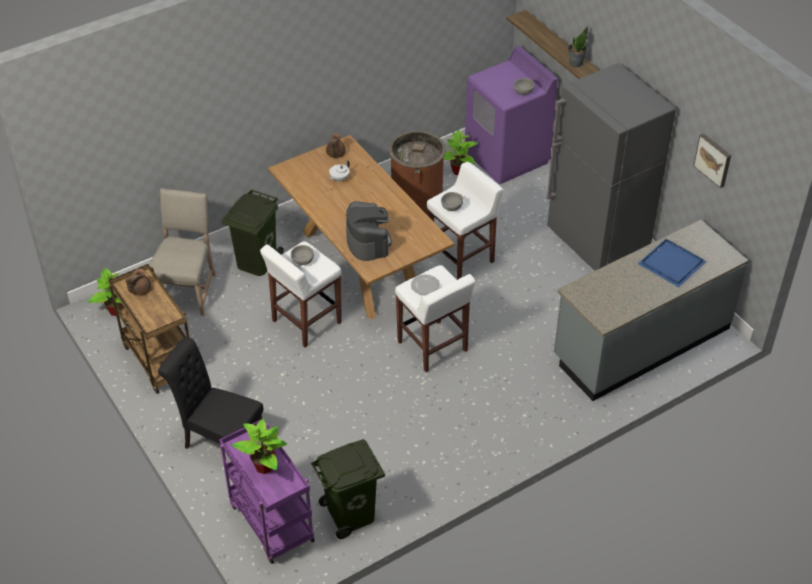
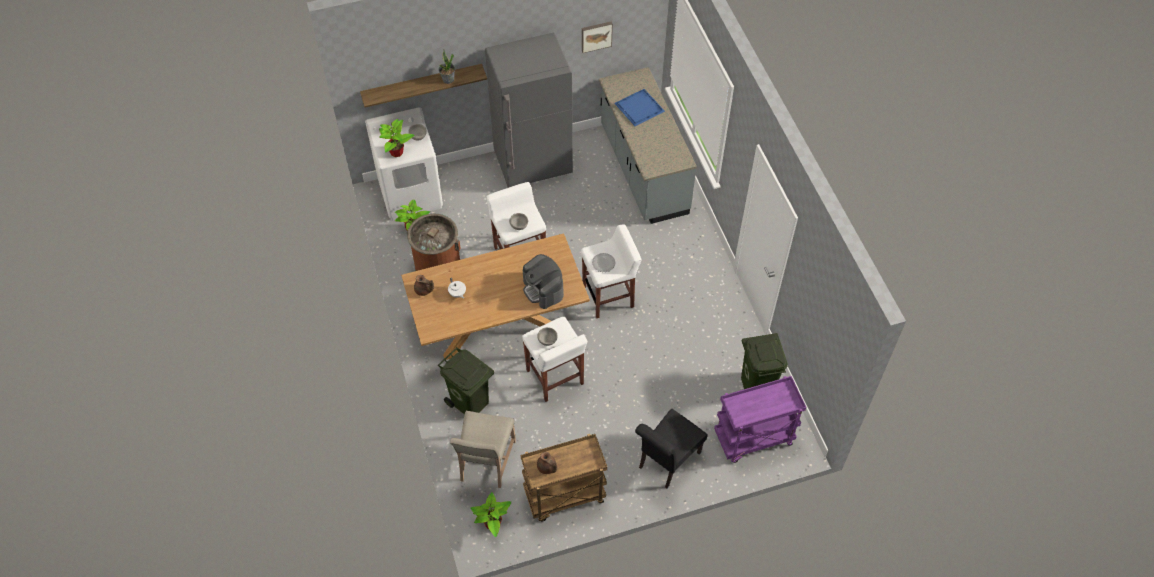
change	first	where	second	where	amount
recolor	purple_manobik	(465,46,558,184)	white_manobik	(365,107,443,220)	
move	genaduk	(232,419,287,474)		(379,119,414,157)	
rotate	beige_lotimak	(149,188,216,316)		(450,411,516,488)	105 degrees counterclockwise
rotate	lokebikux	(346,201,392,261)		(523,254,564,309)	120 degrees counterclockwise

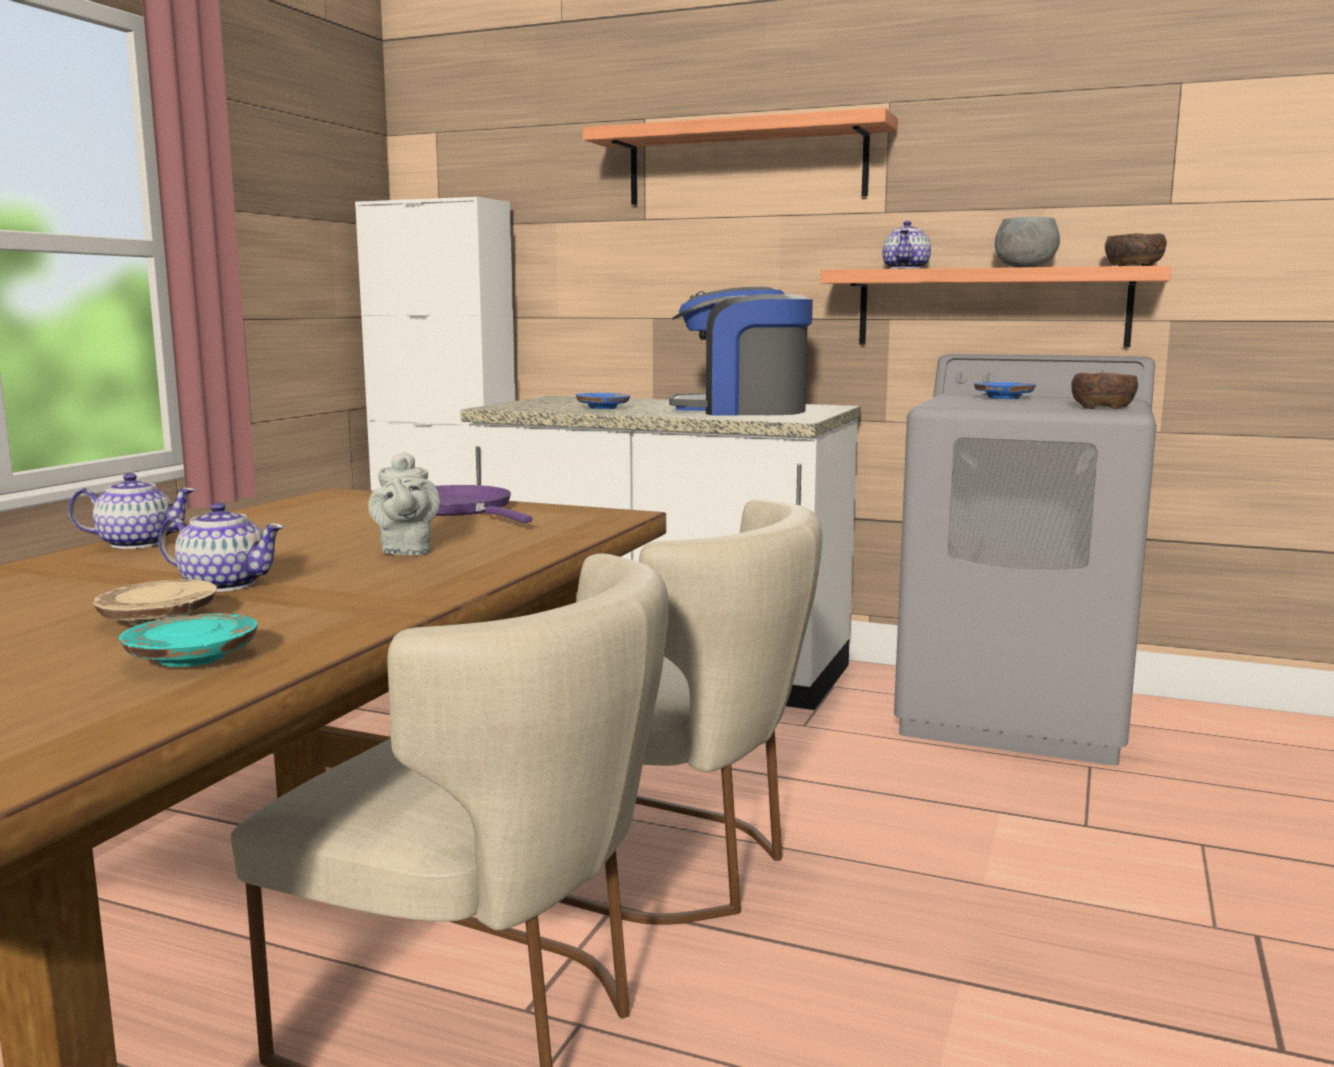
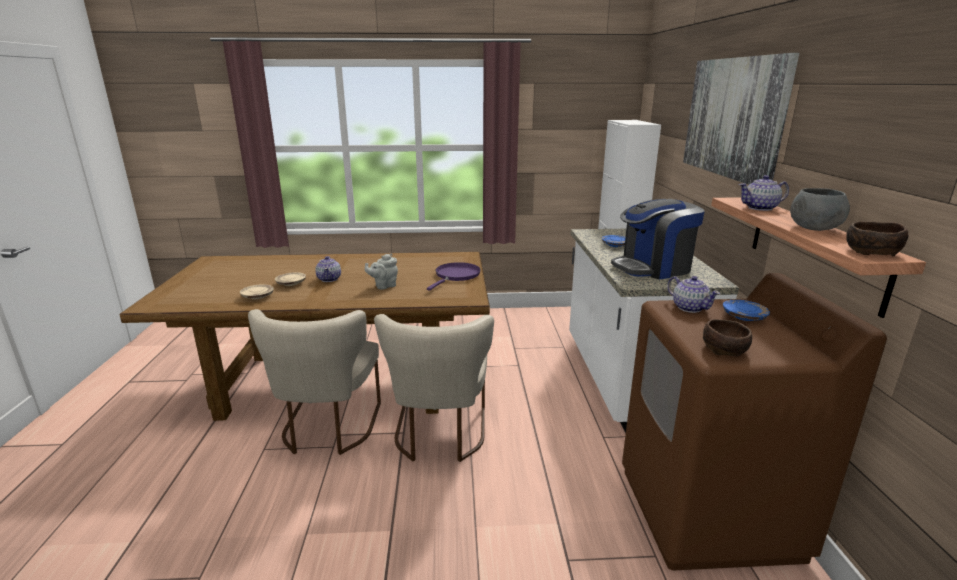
change	first	where	second	where	amount
recolor	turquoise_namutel	(119,613,258,667)	beige_namutel	(240,284,274,299)	
rotate	lokebikux	(669,287,813,416)		(611,199,705,280)	90 degrees counterclockwise
recolor	grey_manobik	(894,353,1156,765)	brown_manobik	(622,273,887,570)	
move	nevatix	(68,473,195,549)		(667,276,720,313)	
replace	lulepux	(583,108,898,205)	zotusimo	(683,53,799,185)	

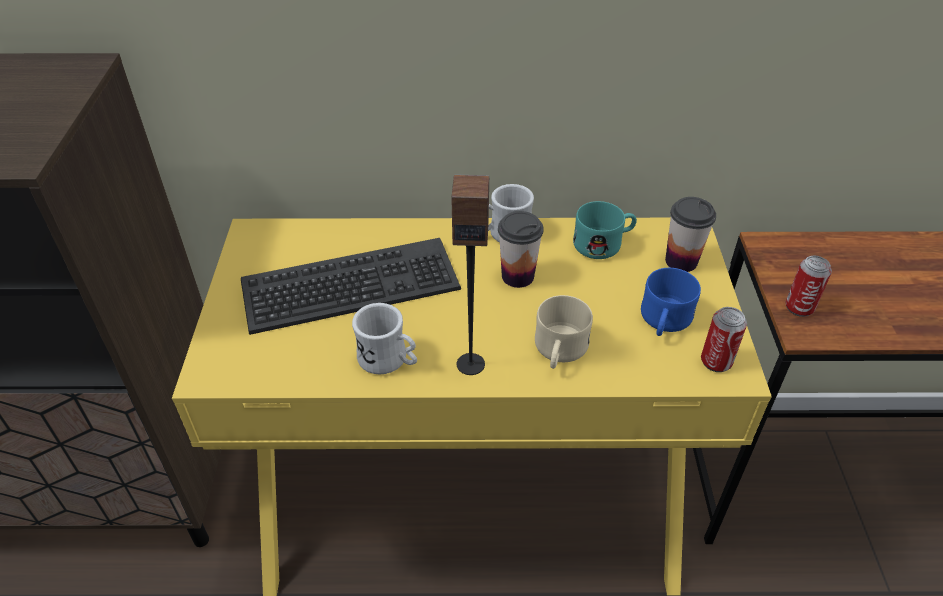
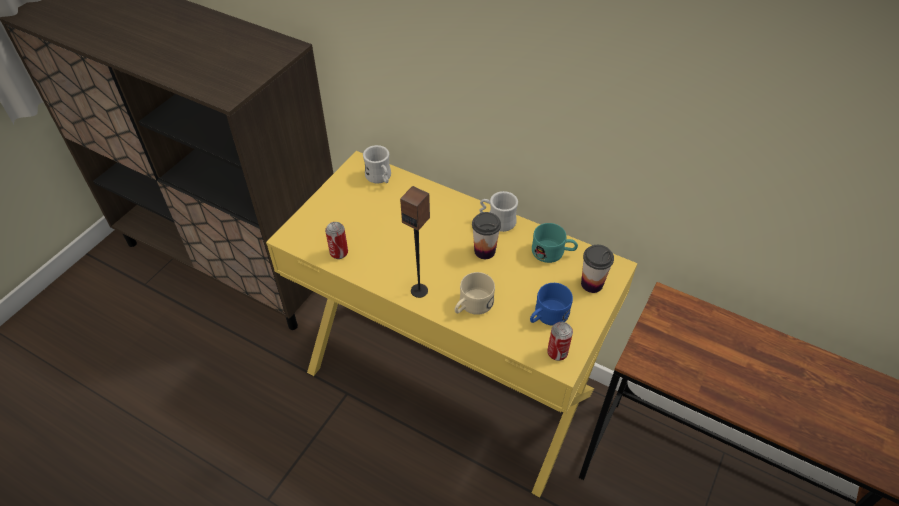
change	first	where	second	where	amount
move	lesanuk	(785,255,832,317)		(325,222,348,259)	
move	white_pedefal	(352,303,417,374)		(363,145,391,184)	
delete	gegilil	(241,238,461,335)			

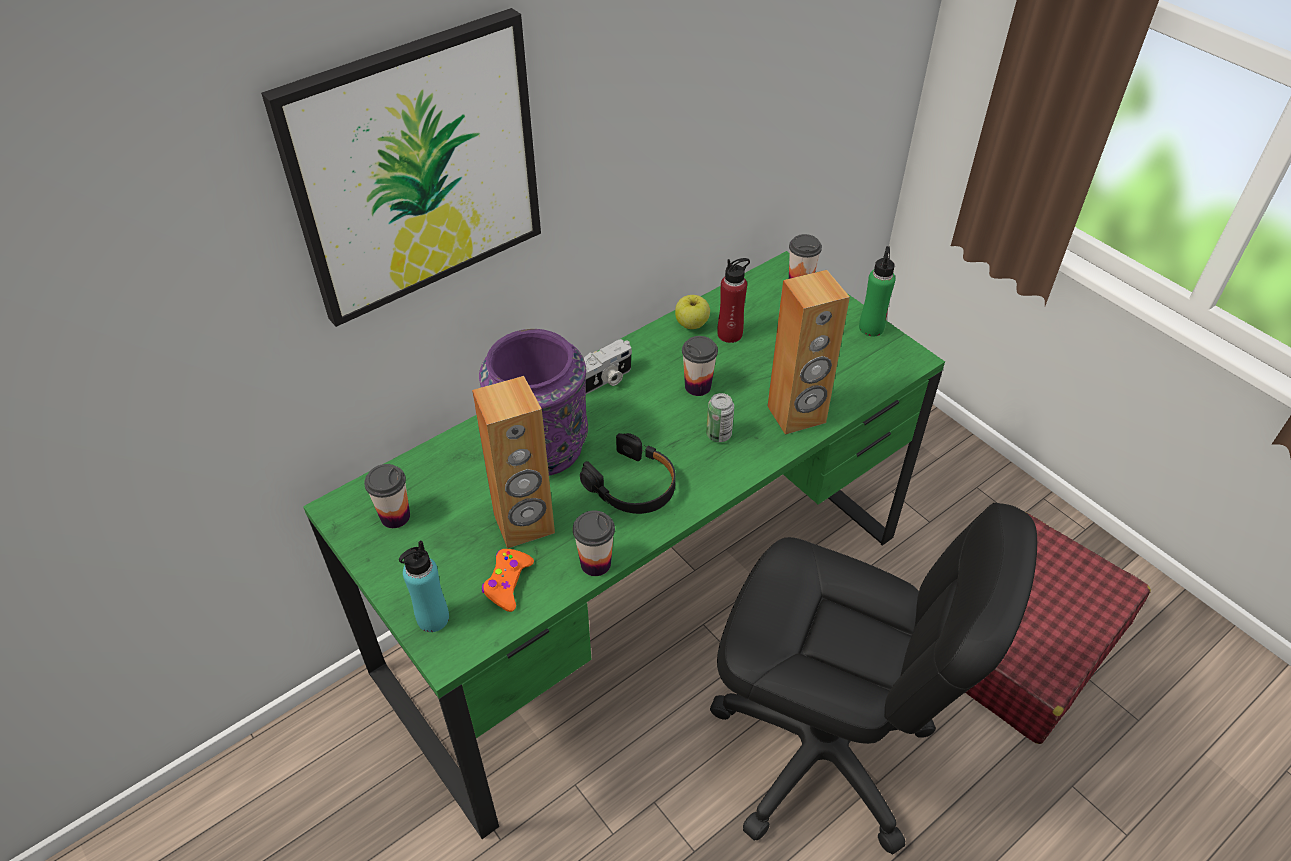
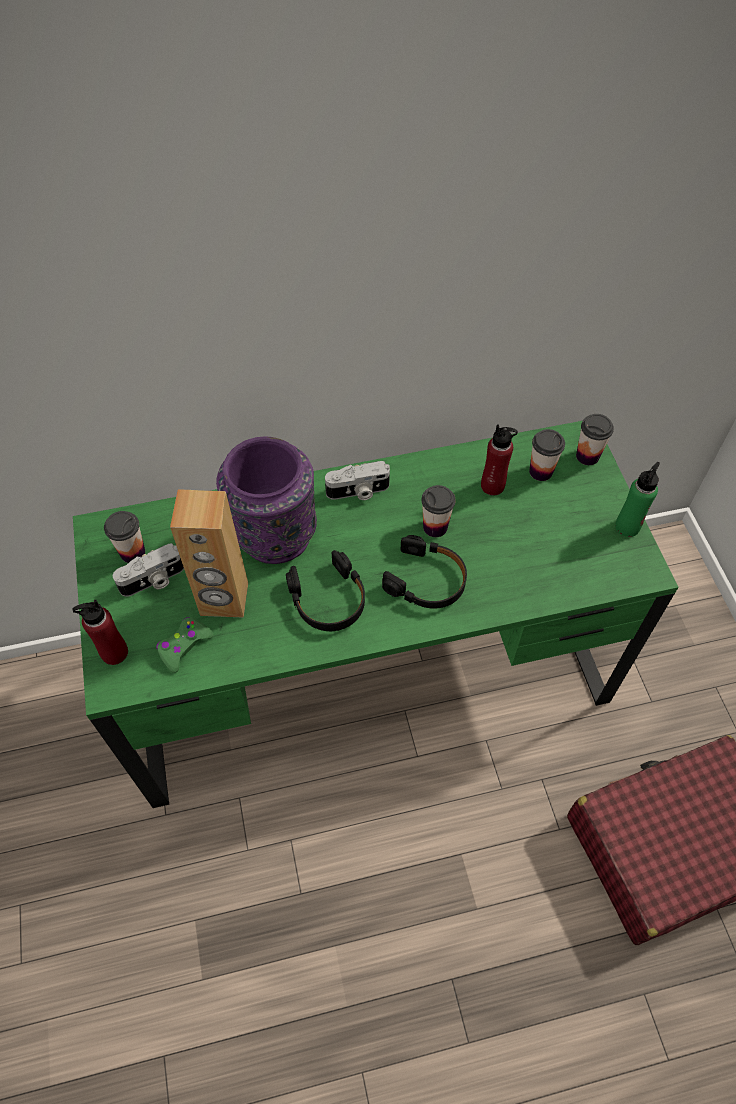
change	first	where	second	where	amount
recolor	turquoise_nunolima	(399,540,449,632)	red_nunolima	(72,600,128,665)	
insert			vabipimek	(113,543,184,597)	
recolor	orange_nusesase	(482,549,534,612)	green_nusesase	(156,617,213,673)	
replace	lesanuk	(706,393,734,442)	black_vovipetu	(382,535,467,609)	
move	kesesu	(573,510,615,576)		(529,429,565,481)	
delete	zotusimo	(261,8,541,327)			
delete	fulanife	(675,295,710,329)			
delete	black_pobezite	(710,503,1037,854)			
delete	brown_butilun	(767,270,850,435)			

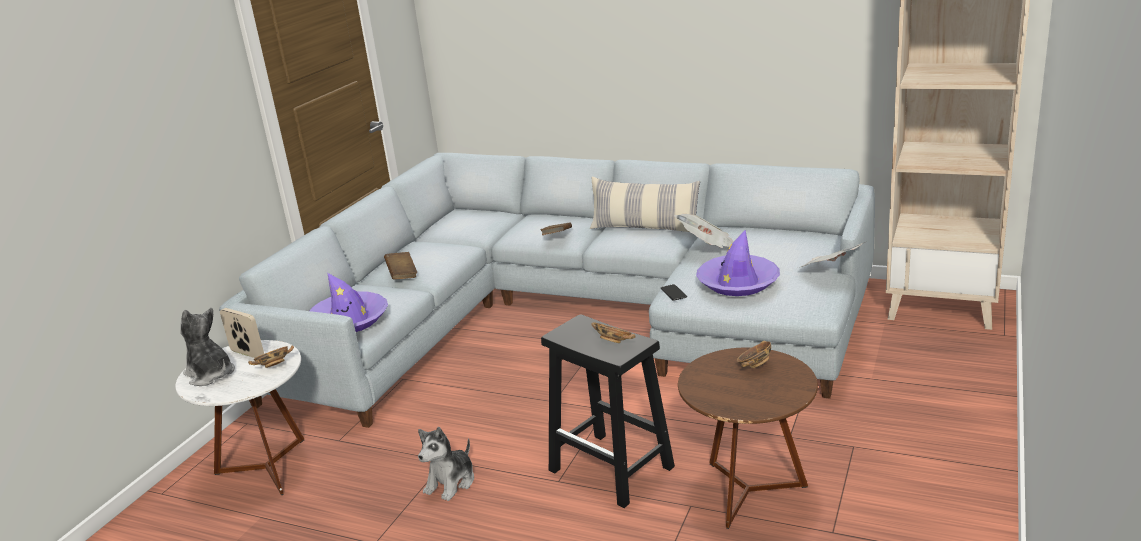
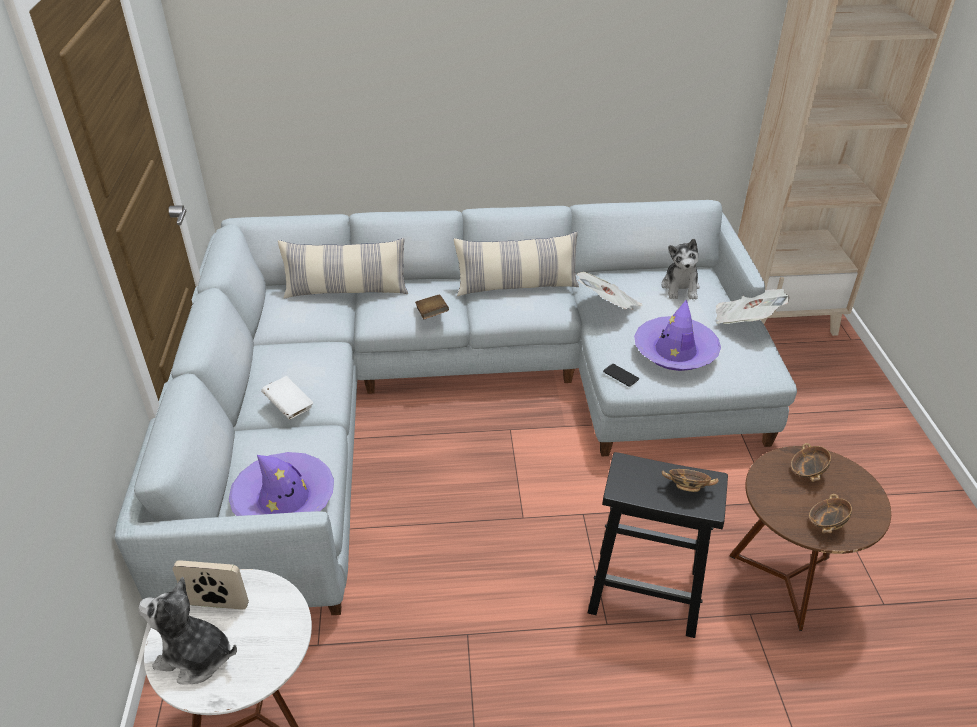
change	first	where	second	where	amount
recolor	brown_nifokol	(384,252,417,279)	white_nifokol	(261,376,313,419)	
insert			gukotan	(278,238,408,298)	
move	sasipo	(418,427,474,501)		(661,239,700,299)	
move	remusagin	(248,345,294,368)		(809,494,852,533)	

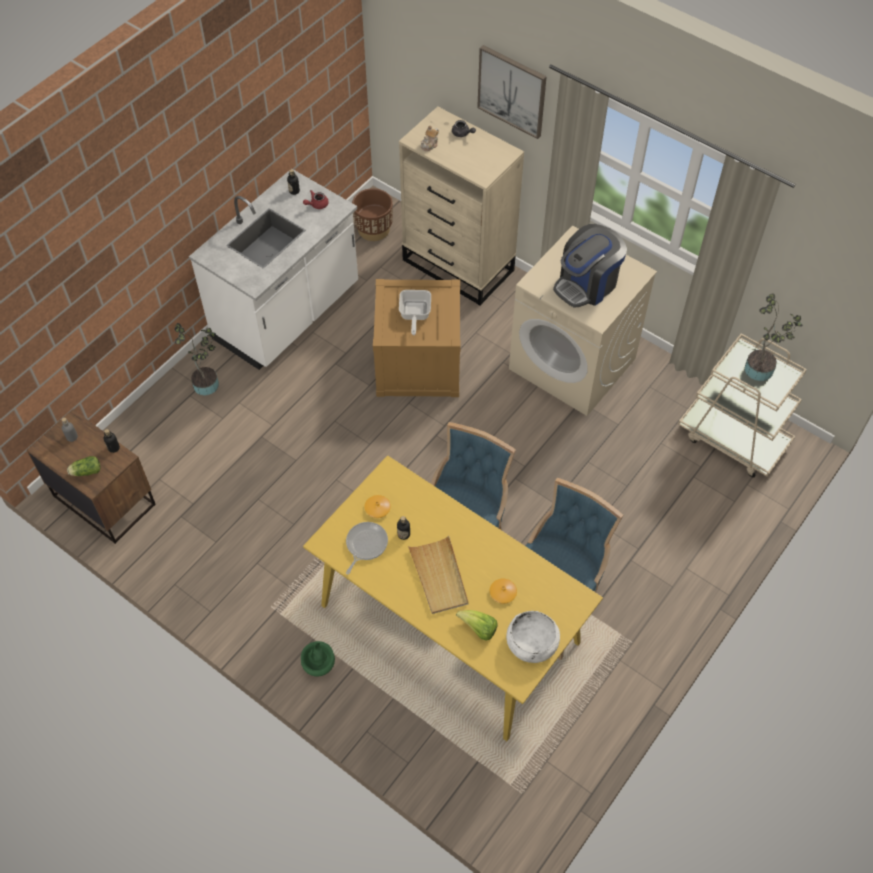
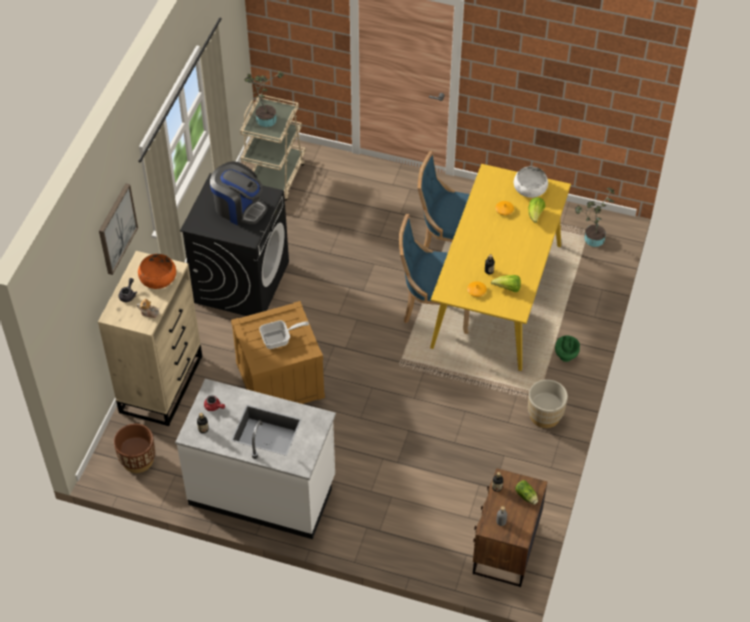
change	first	where	second	where	amount
insert			orange_remusagin	(138,254,176,289)	
recolor	beige_manobik	(509,225,657,416)	black_manobik	(180,173,289,316)	
replace	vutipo	(346,522,388,575)	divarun	(491,275,521,292)	
insert			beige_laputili	(528,379,568,428)	
move	genaduk	(174,323,219,395)		(575,188,614,247)	
delete	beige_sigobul	(408,535,468,614)			

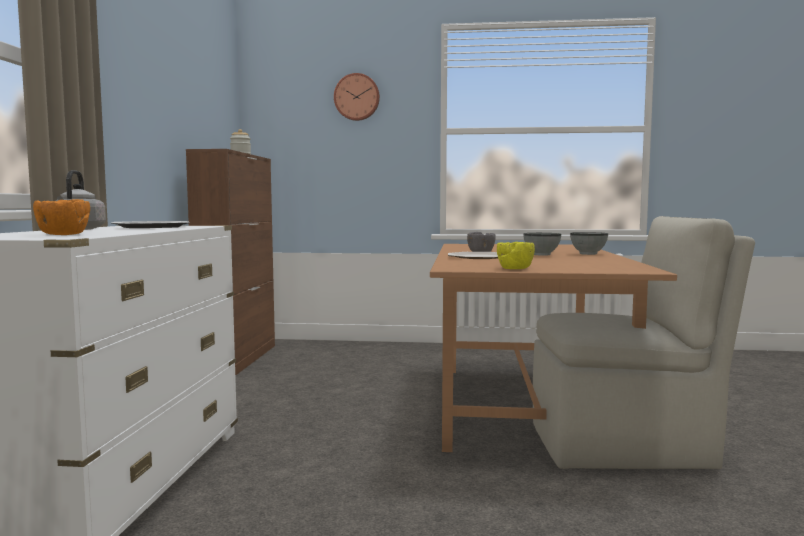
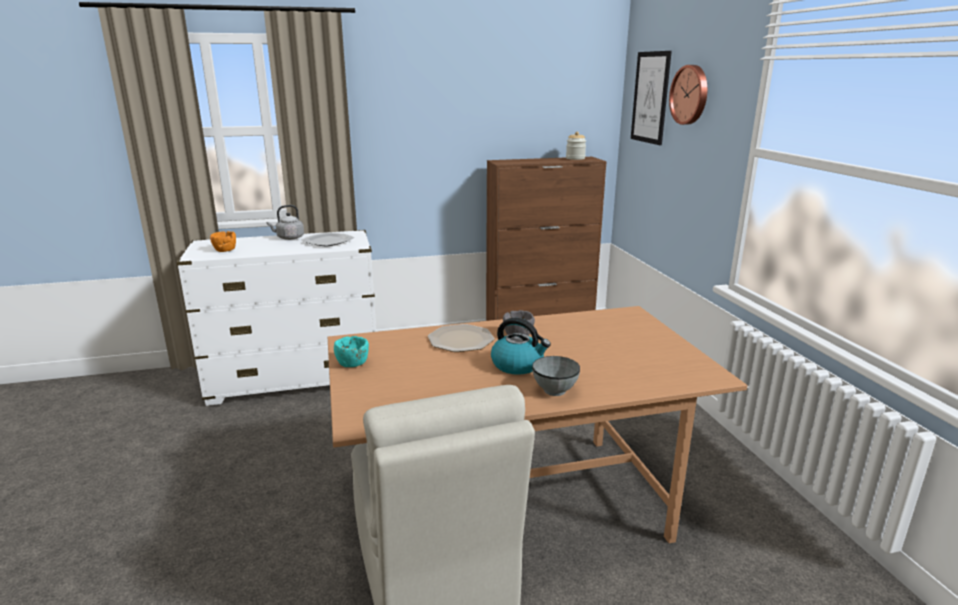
change	first	where	second	where	amount
recolor	yellow_remusagin	(497,242,535,269)	turquoise_remusagin	(334,336,369,367)	
replace	grey_remusagin	(523,233,561,256)	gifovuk	(491,318,551,375)	
insert			zotusimo	(631,51,672,145)	

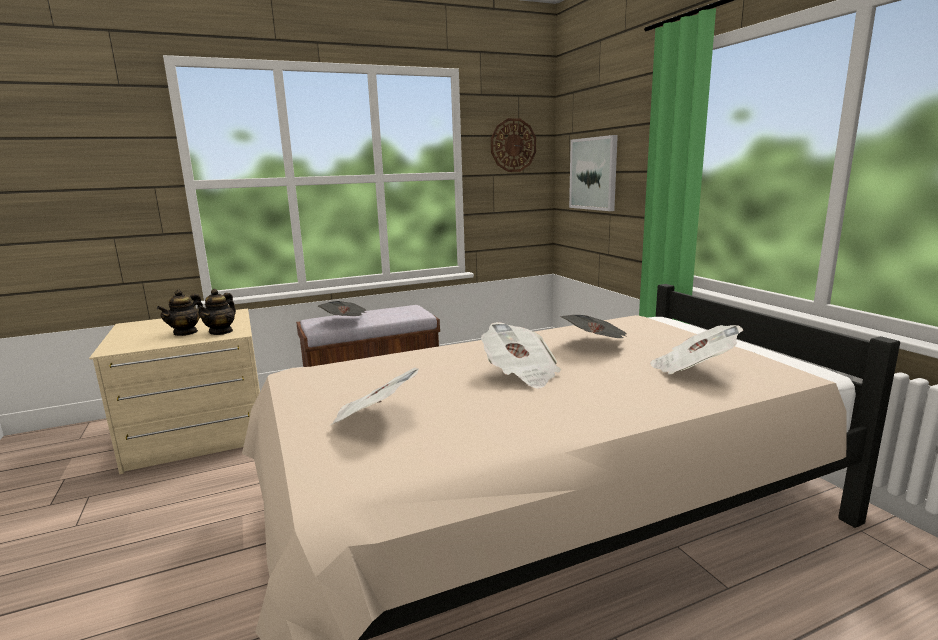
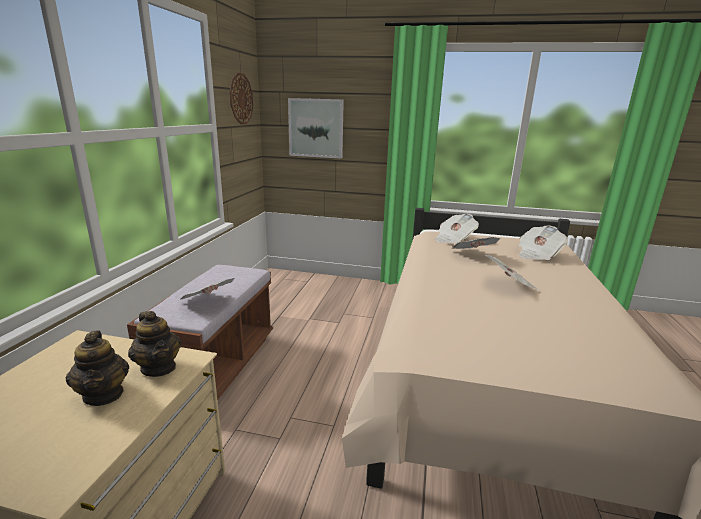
change	first	where	second	where	amount
move	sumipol	(329,367,419,426)		(435,214,479,244)	

